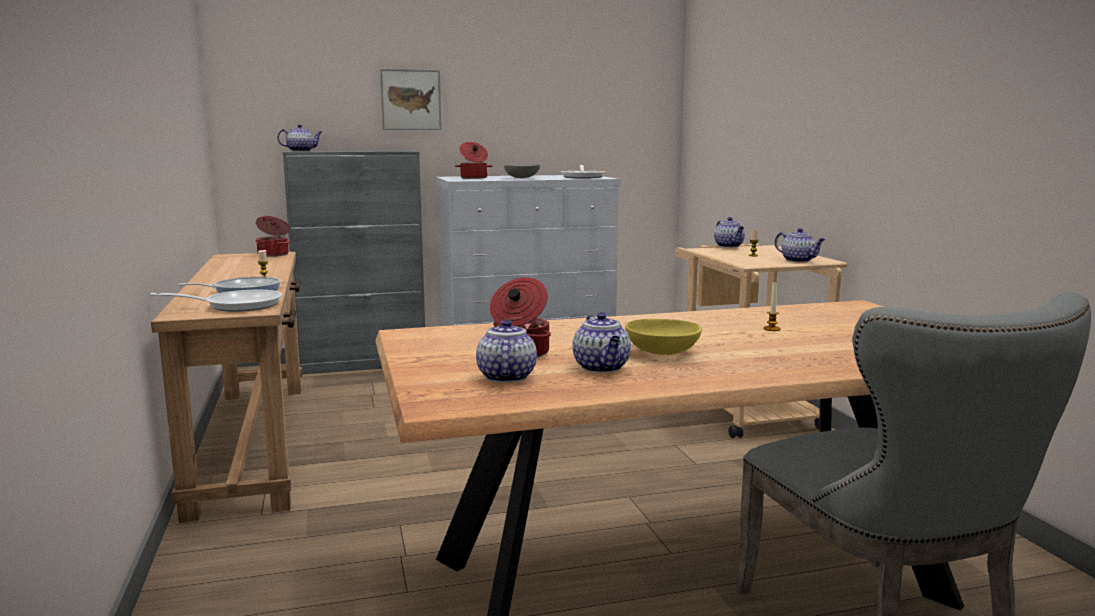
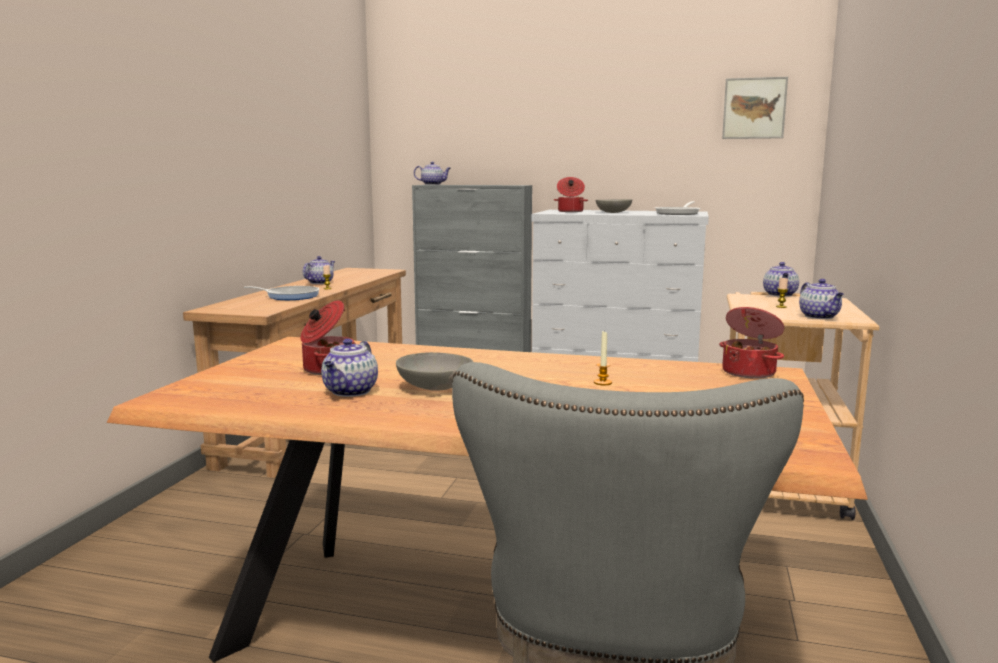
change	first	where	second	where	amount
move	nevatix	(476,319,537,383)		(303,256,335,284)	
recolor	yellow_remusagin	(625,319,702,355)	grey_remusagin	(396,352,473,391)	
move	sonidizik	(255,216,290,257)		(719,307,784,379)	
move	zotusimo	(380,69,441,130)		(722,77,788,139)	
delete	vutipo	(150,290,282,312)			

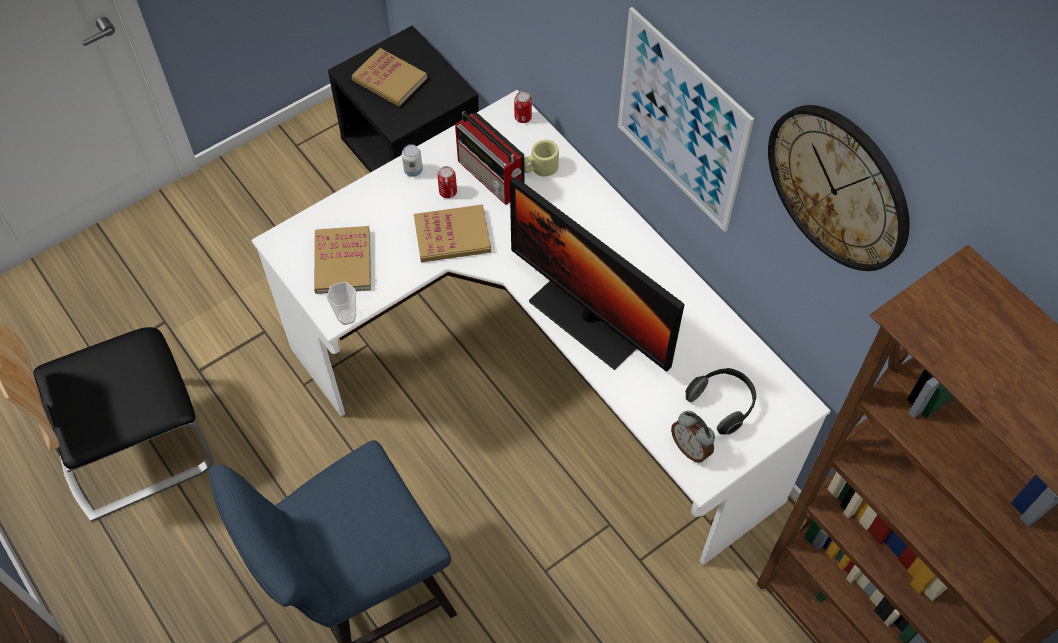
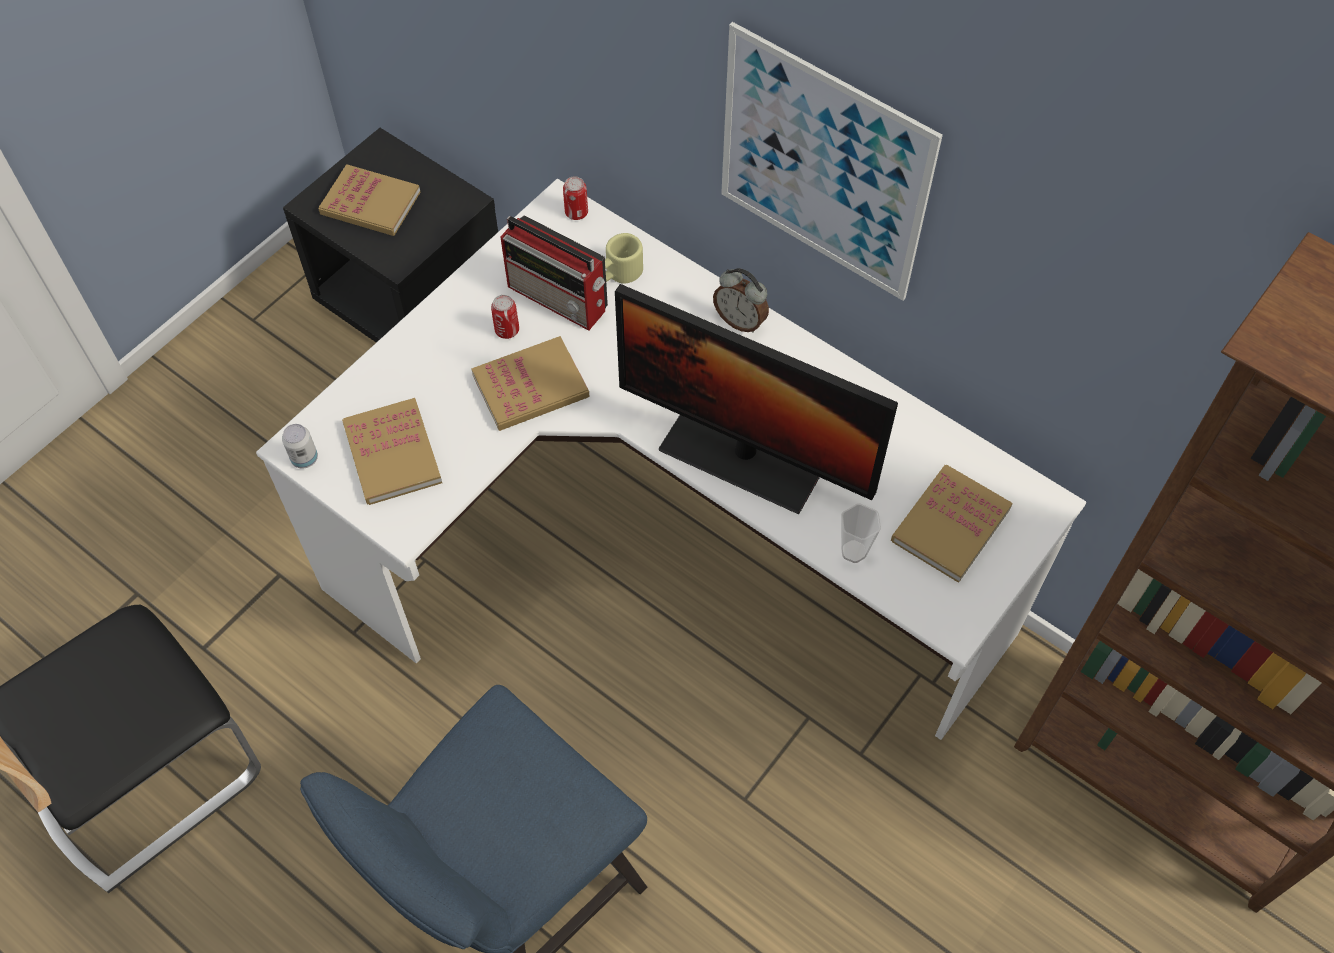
change	first	where	second	where	amount
move	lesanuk	(402,144,423,177)		(282,424,318,469)	
move	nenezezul	(671,411,715,463)		(713,268,769,333)	
move	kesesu	(326,281,356,325)		(841,503,881,563)	
replace	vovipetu	(685,368,756,435)	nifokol	(891,465,1013,583)	
delete	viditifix	(768,105,910,271)			

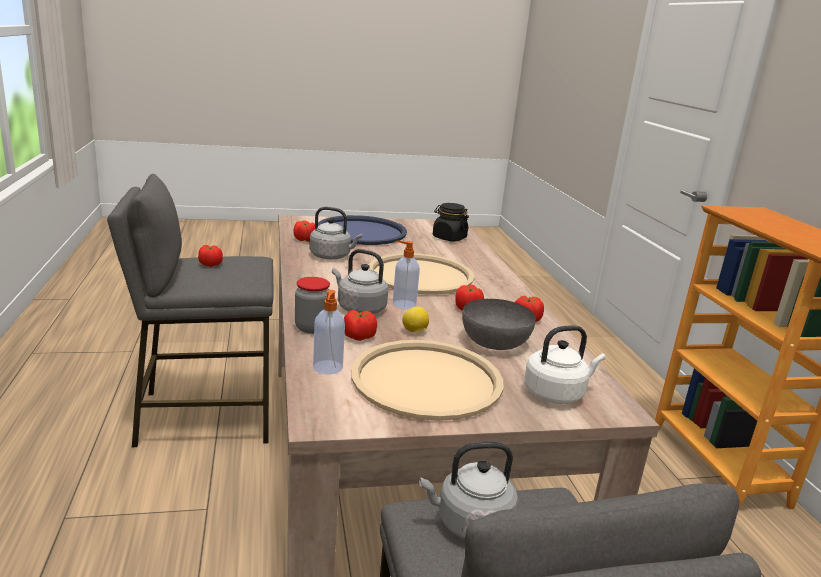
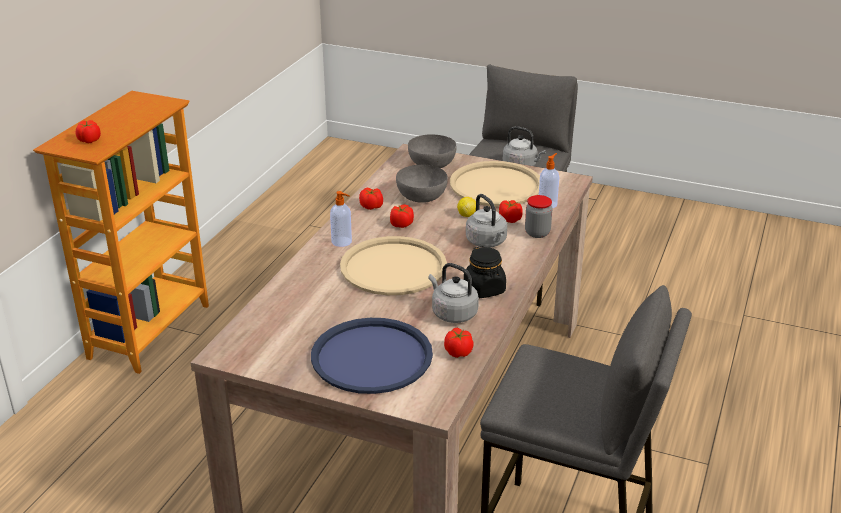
change	first	where	second	where	amount
move	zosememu	(198,245,223,267)		(76,120,101,143)	
move	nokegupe	(393,241,420,309)		(330,191,352,247)	
replace	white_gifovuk	(524,325,606,404)	grey_remusagin	(408,135,456,168)	
move	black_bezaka	(433,203,469,241)		(464,246,506,298)	

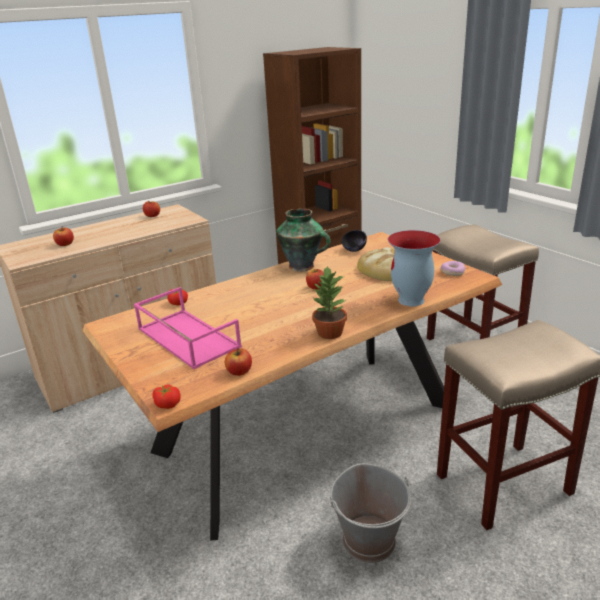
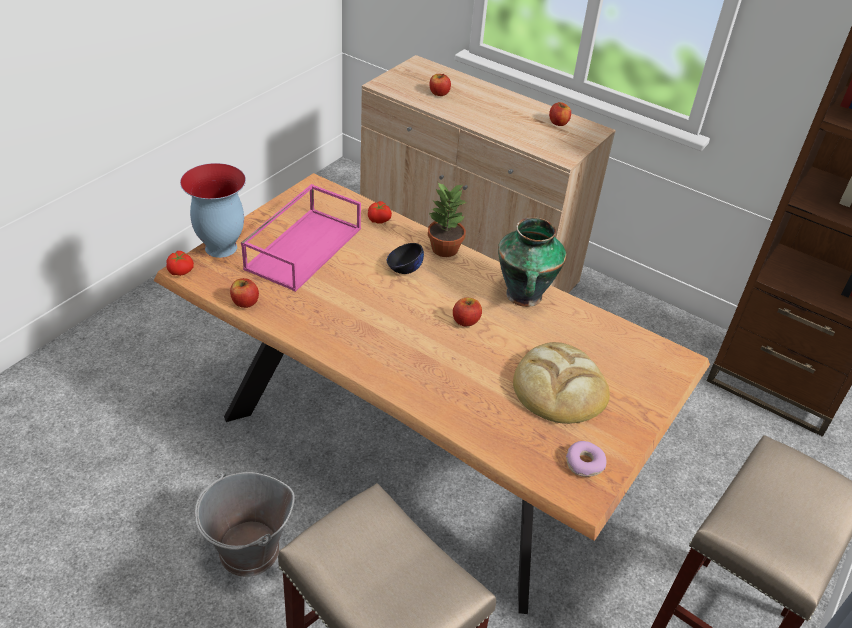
change	first	where	second	where	amount
move	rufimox	(388,230,440,306)		(180,163,246,258)	
move	black_remusagin	(341,230,367,252)		(387,243,424,274)	
move	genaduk	(312,266,347,339)		(428,183,467,257)	

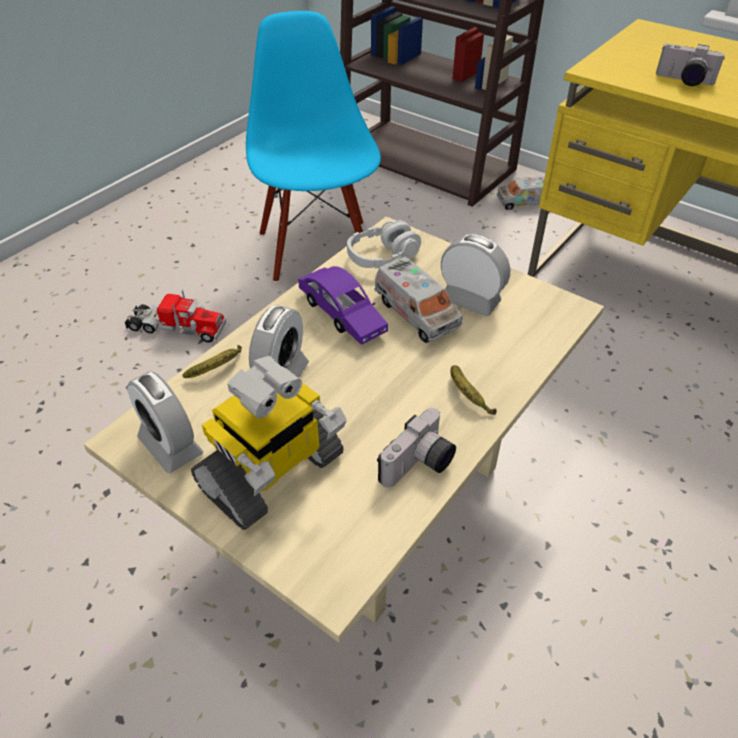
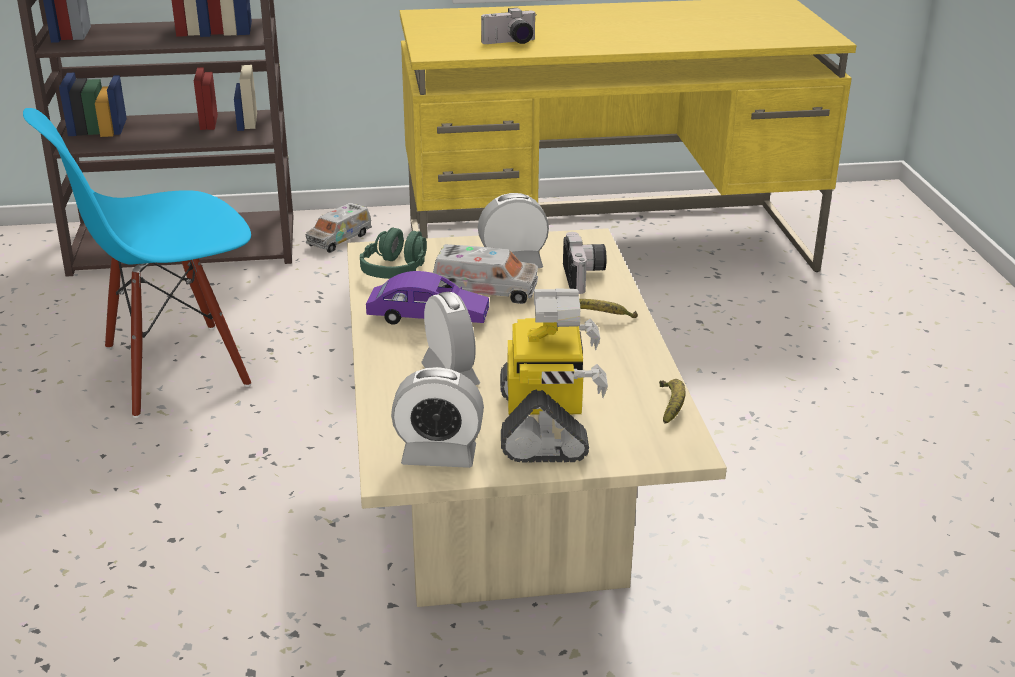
change	first	where	second	where	amount
rotate	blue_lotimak	(246,11,381,283)		(23,108,251,418)	60 degrees counterclockwise
recolor	grey_vovipetu	(347,220,421,268)	green_vovipetu	(360,227,427,279)	
move	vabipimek	(377,408,456,488)		(563,232,607,294)	
move	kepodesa	(182,345,242,378)		(659,379,685,424)	
delete	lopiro	(124,290,226,343)			

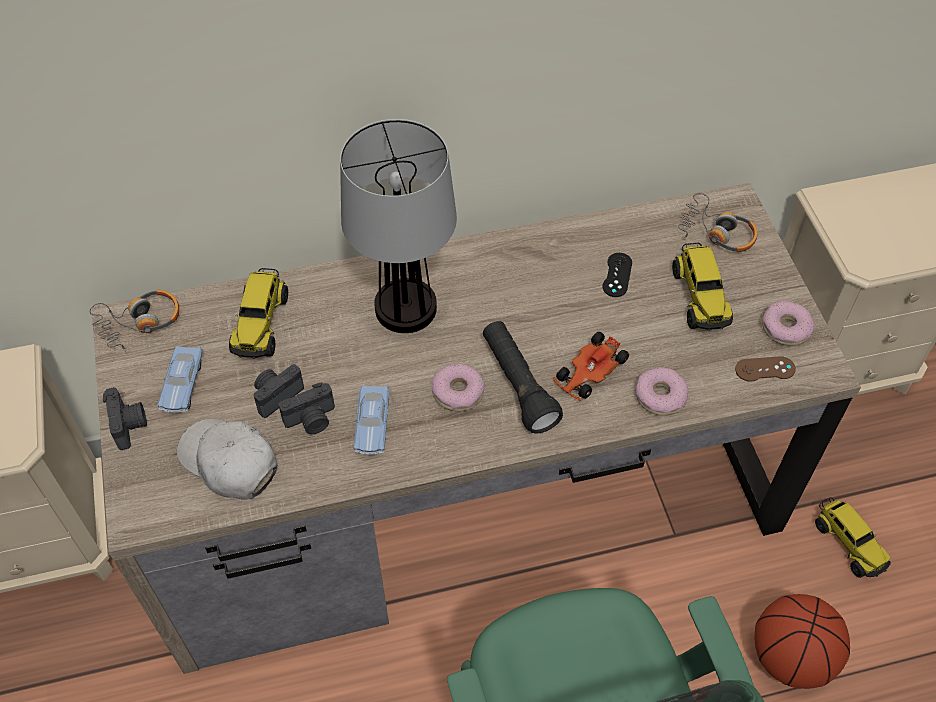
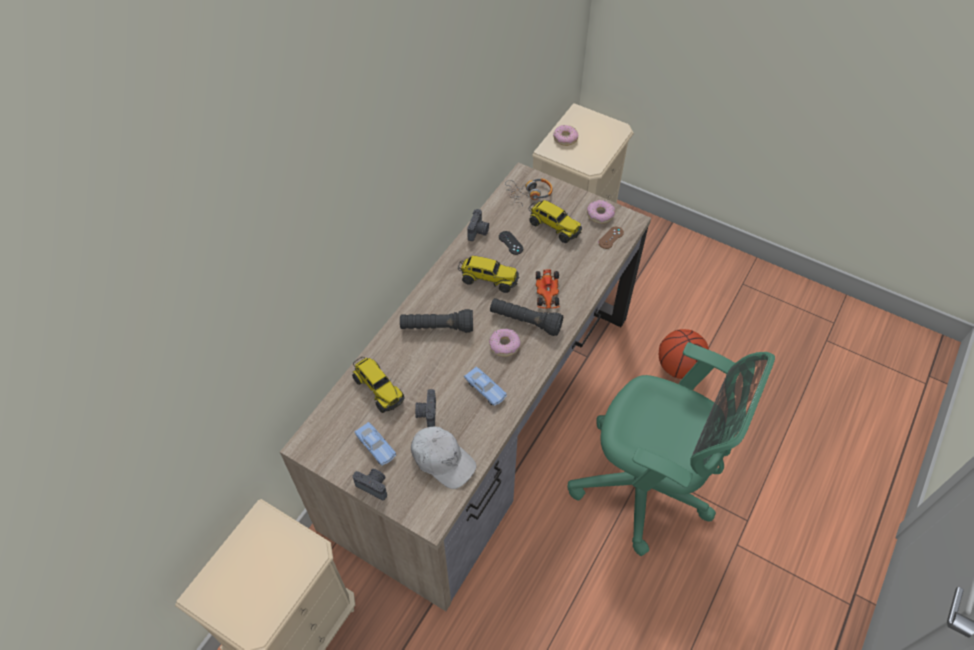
change	first	where	second	where	amount
replace	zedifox	(340,119,457,333)	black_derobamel	(400,309,473,333)	
rotate	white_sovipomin	(177,419,277,500)		(411,427,477,489)	135 degrees counterclockwise
move	lopiro	(815,497,891,578)		(458,256,519,293)	
move	vabipimek	(278,382,335,434)		(467,209,489,241)	
move	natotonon	(636,367,688,416)		(553,125,579,146)	
delete	vovipetu	(90,290,179,352)			

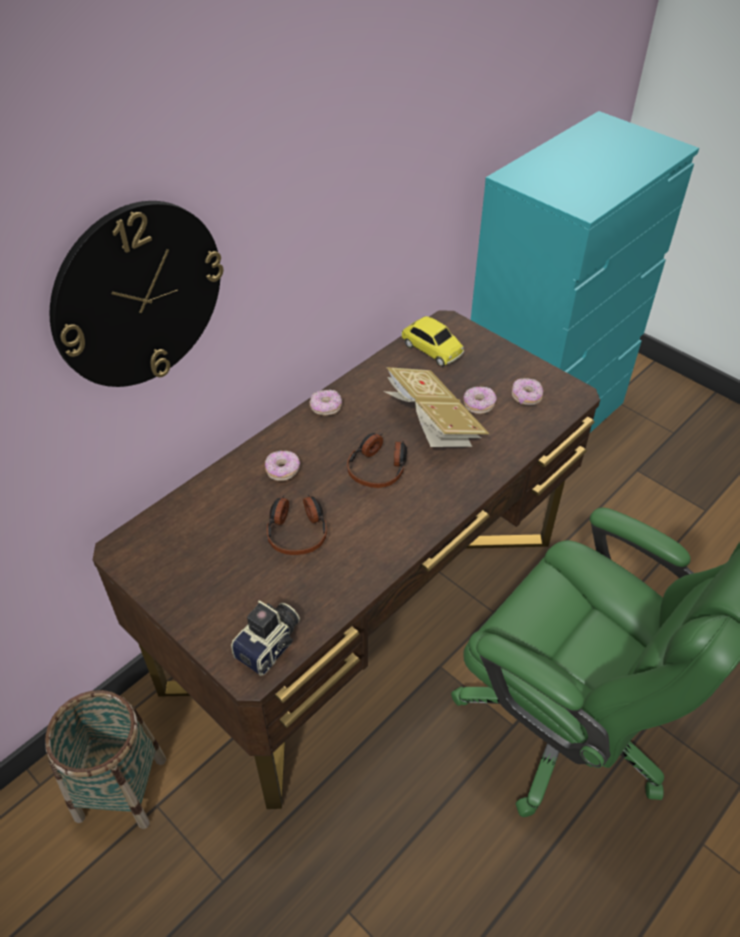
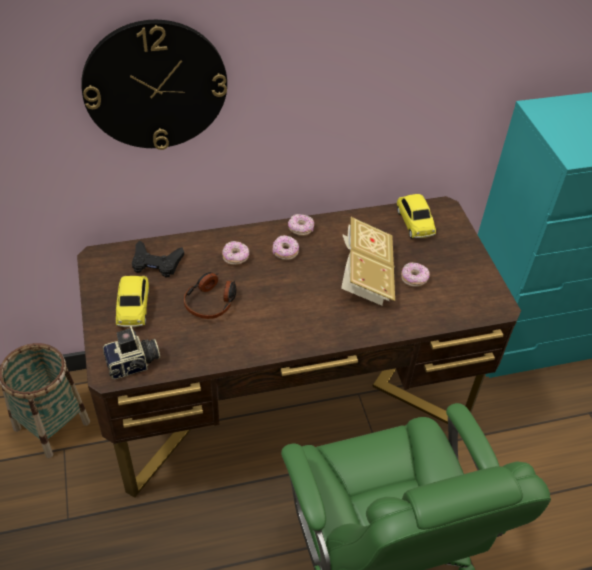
change	first	where	second	where	amount
insert			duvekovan	(116,276,149,327)	
insert			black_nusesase	(132,241,184,277)	
move	natotonon	(512,378,543,405)		(272,235,299,260)	
delete	vovipetu	(347,433,407,488)			

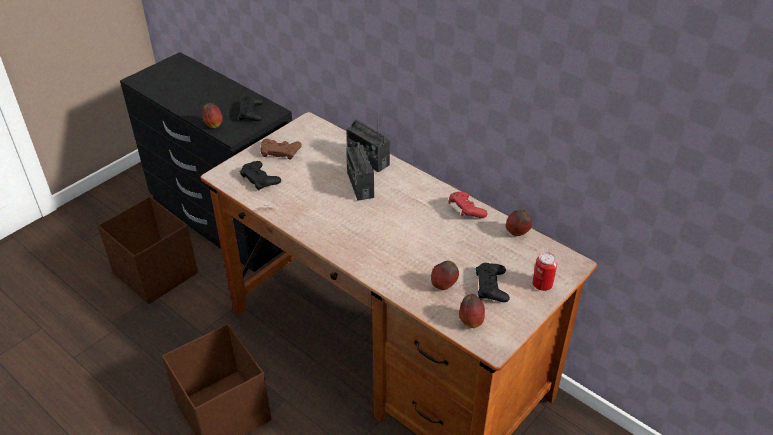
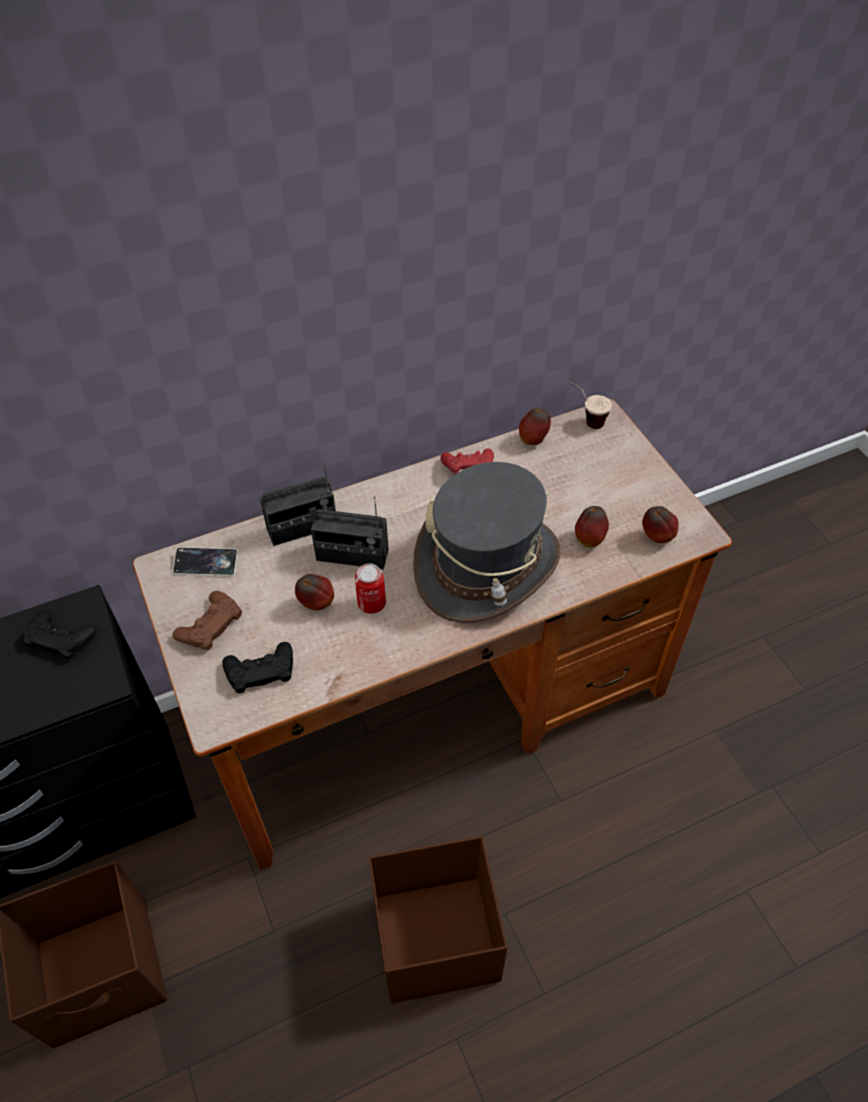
change	first	where	second	where	amount
insert			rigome	(173,547,238,576)	
move	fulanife	(202,103,223,128)		(295,574,334,610)	
move	lesanuk	(532,252,557,291)		(355,563,386,614)	
insert			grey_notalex	(413,462,561,623)	
insert			kesesu	(566,380,612,429)	
delete	black_nusesase	(476,263,510,302)			

